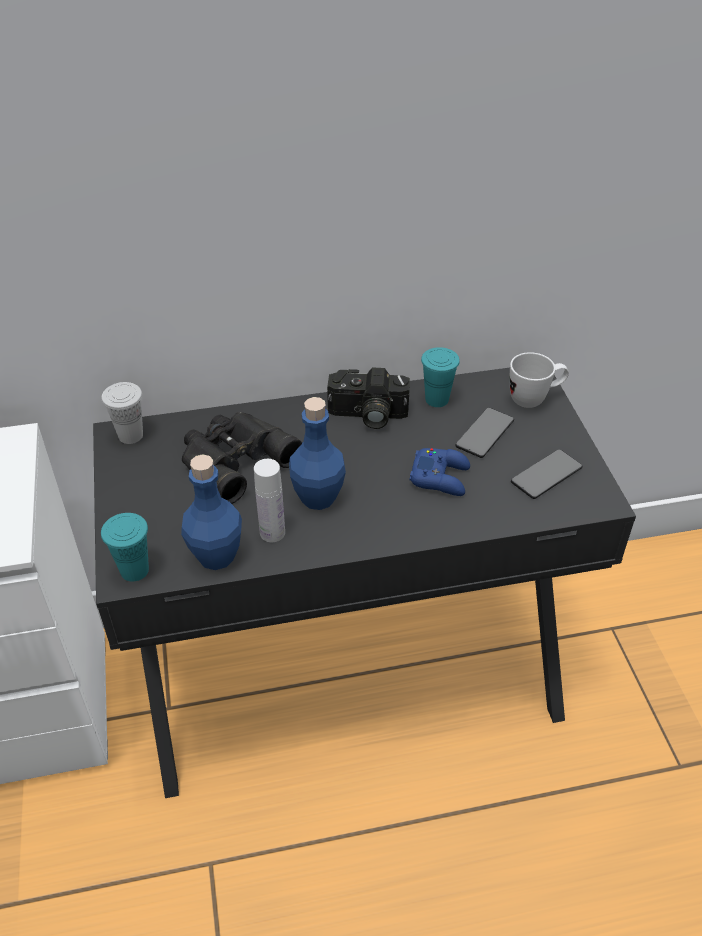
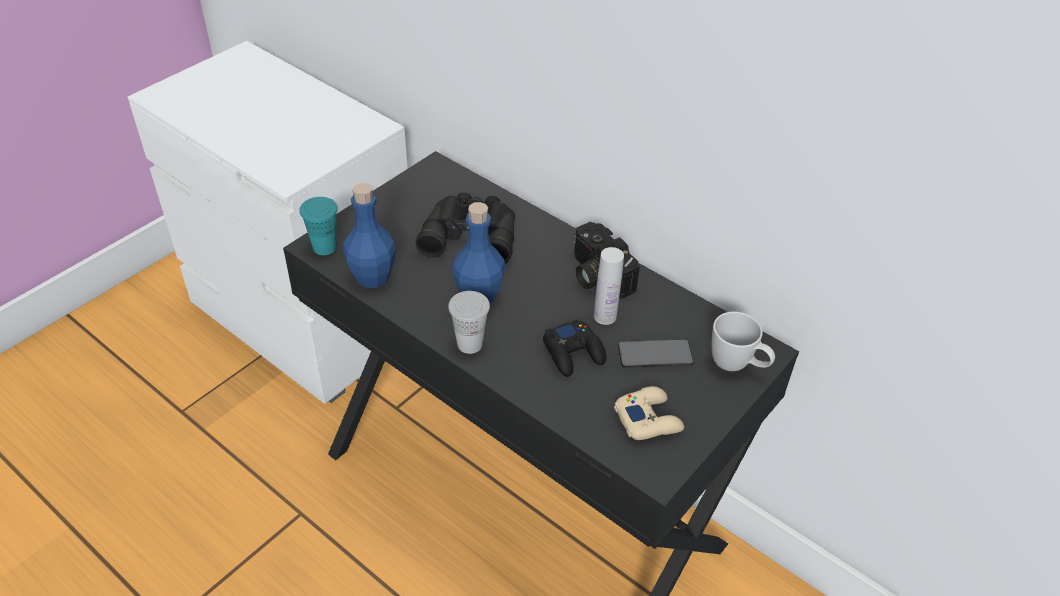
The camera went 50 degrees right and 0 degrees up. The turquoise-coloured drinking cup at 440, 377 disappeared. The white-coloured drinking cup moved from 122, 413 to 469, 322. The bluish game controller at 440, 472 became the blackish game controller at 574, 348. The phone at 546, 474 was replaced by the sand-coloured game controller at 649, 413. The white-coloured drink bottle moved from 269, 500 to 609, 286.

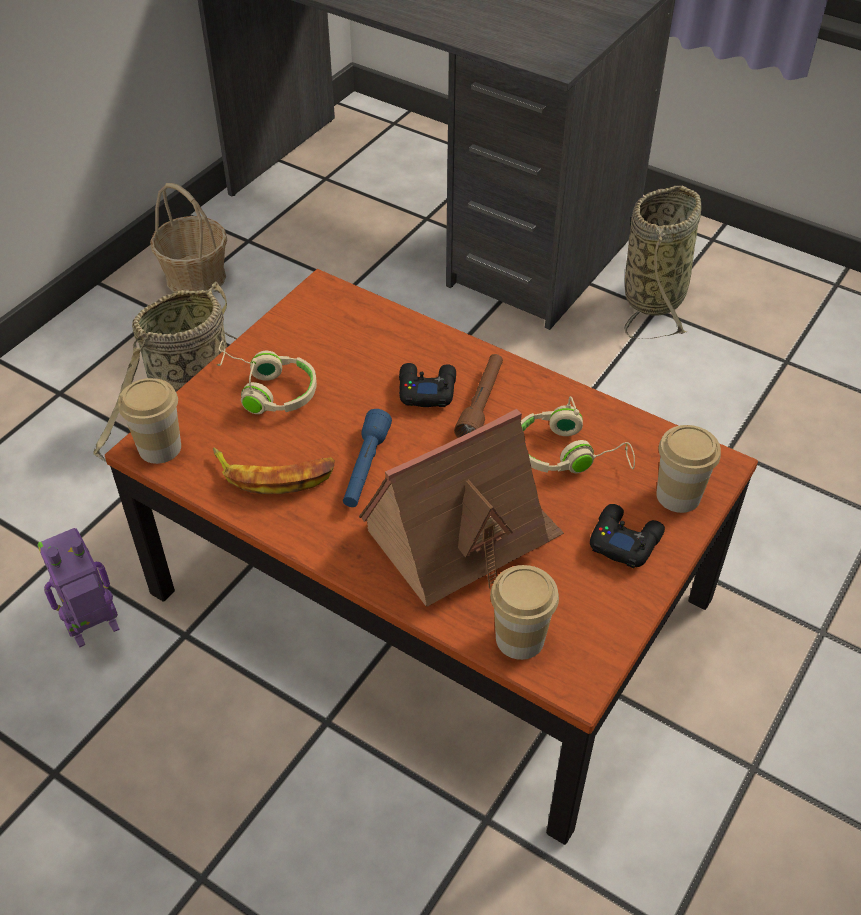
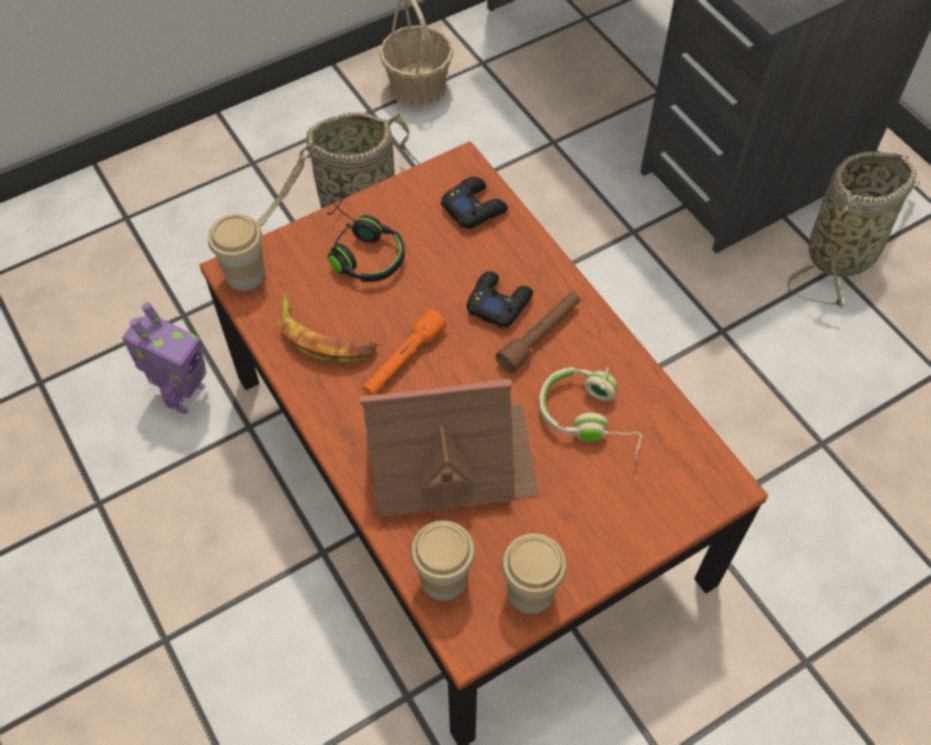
The camera went 25 degrees right and 10 degrees up. The sand-coloured pair of headphones at 266, 377 became the blackish pair of headphones at 365, 237. The bluish hand torch at 367, 458 became the orange hand torch at 404, 352. The drinking cup moved from 688, 469 to 534, 573. The blackish game controller moved from 627, 536 to 474, 203. The toy robot at 78, 587 turned 120 degrees clockwise.

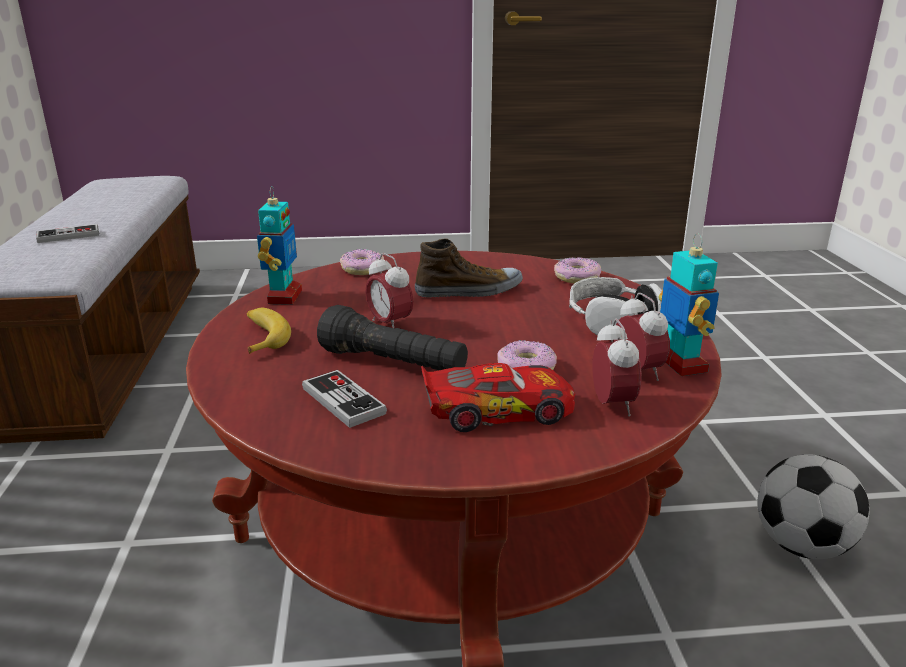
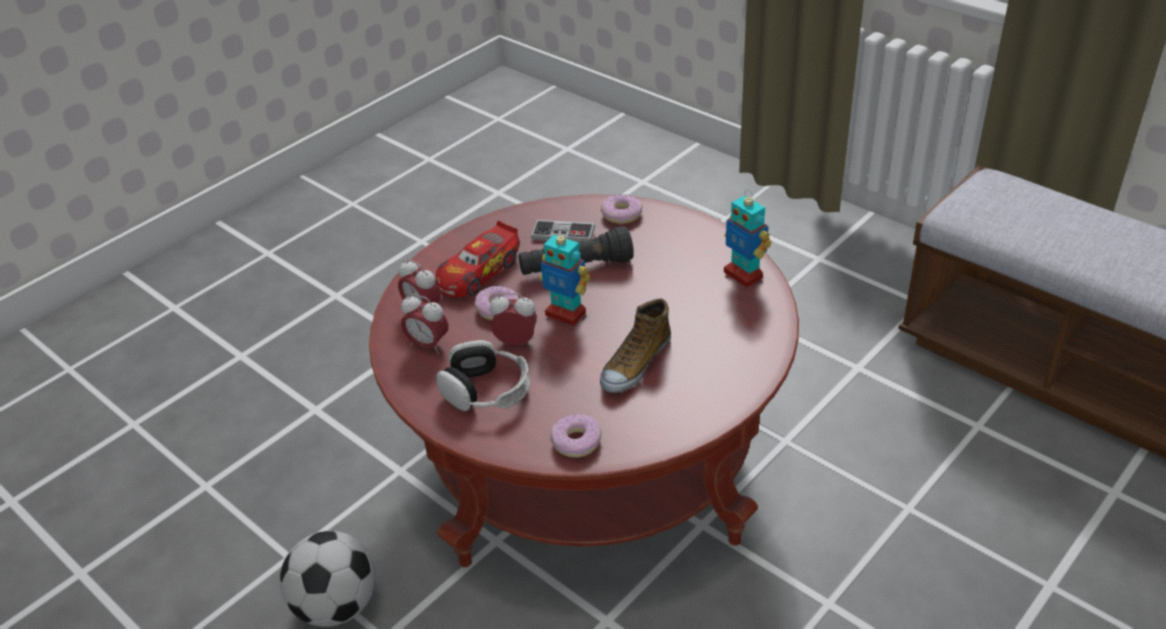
The camera went 140 degrees right and 15 degrees up. The game controller at 67, 233 disappeared. The toy robot moved from 689, 304 to 565, 277. The donut moved from 362, 262 to 622, 209. The bedside clock moved from 389, 290 to 513, 319. The whole banana at 269, 331 disappeared.

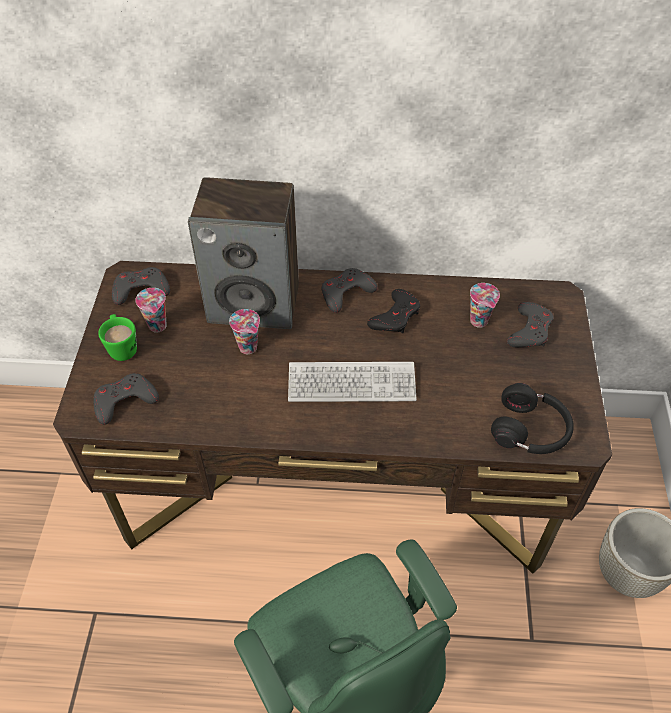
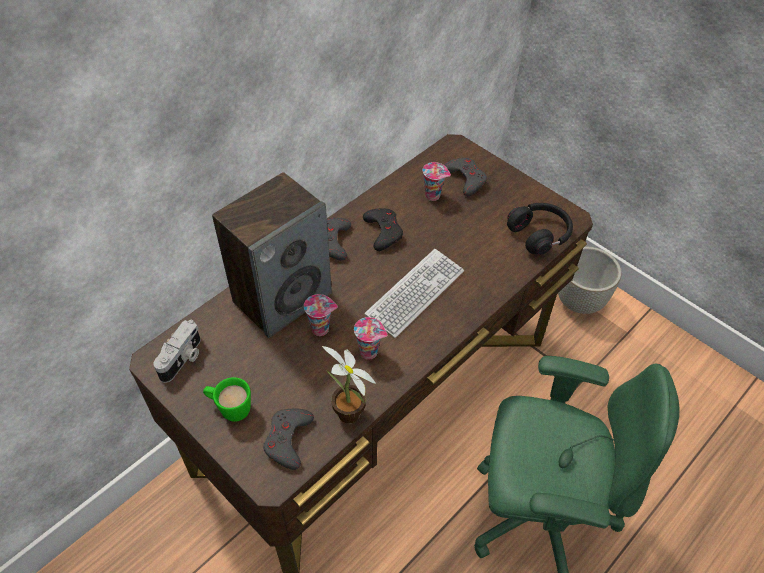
The camera went 50 degrees left and 0 degrees up. The greyish game controller at 141, 286 was replaced by the photo camera at 177, 351. The drinking cup moved from 151, 310 to 370, 338. The houseplant at 349, 384 appeared.

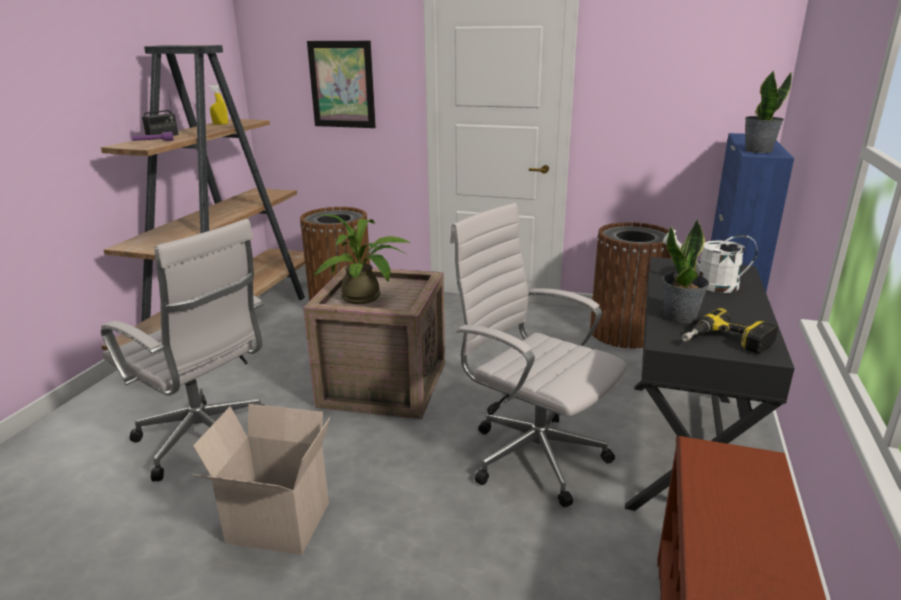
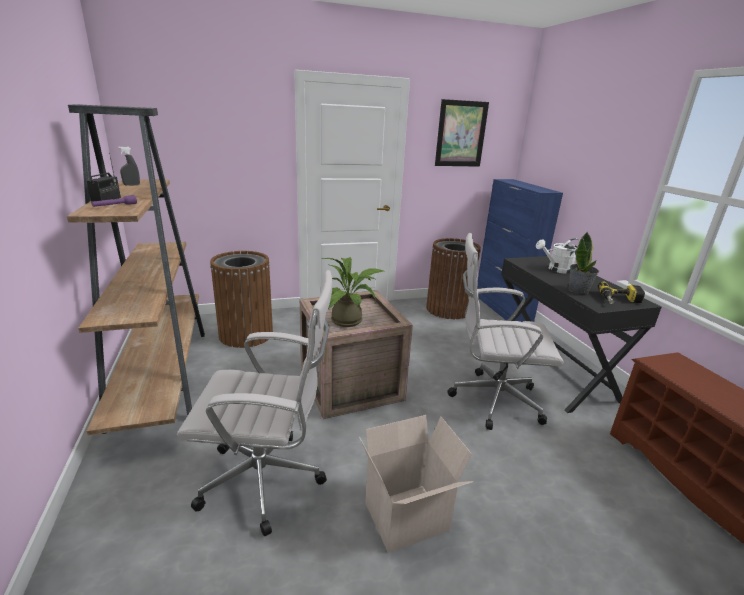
The camera went 35 degrees left and 0 degrees up. The picture moved from 341, 84 to 462, 133. The houseplant at 768, 111 disappeared. The yellow-coloured hand sprayer at 218, 105 became the greyish hand sprayer at 129, 166.

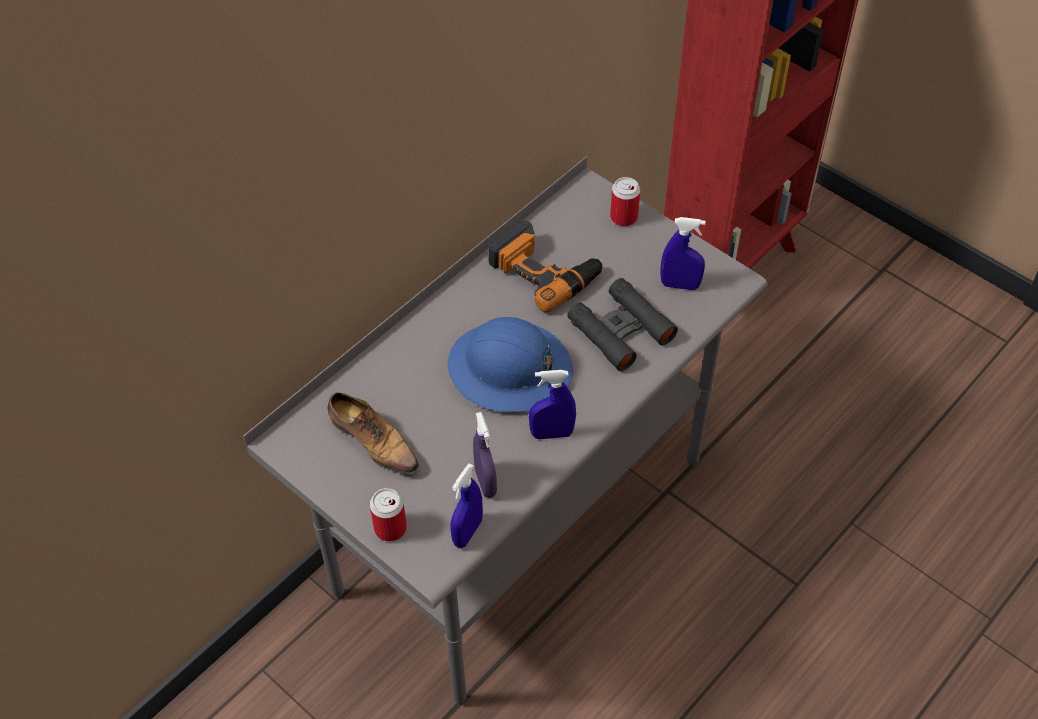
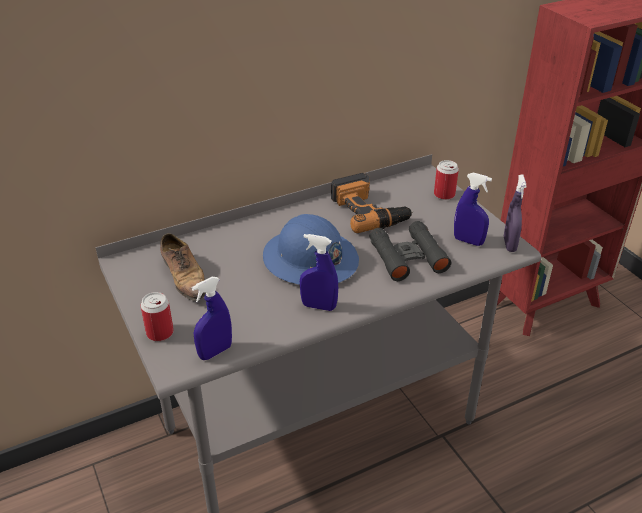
The camera went 20 degrees right and 15 degrees down. The purplish hand sprayer moved from 485, 455 to 515, 213.

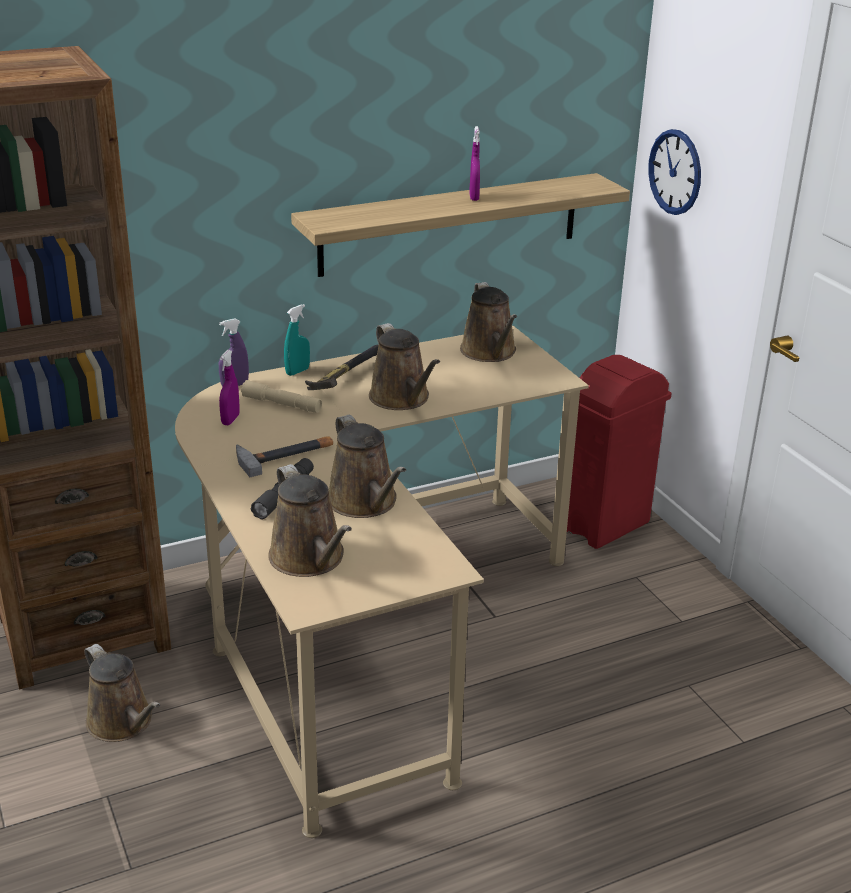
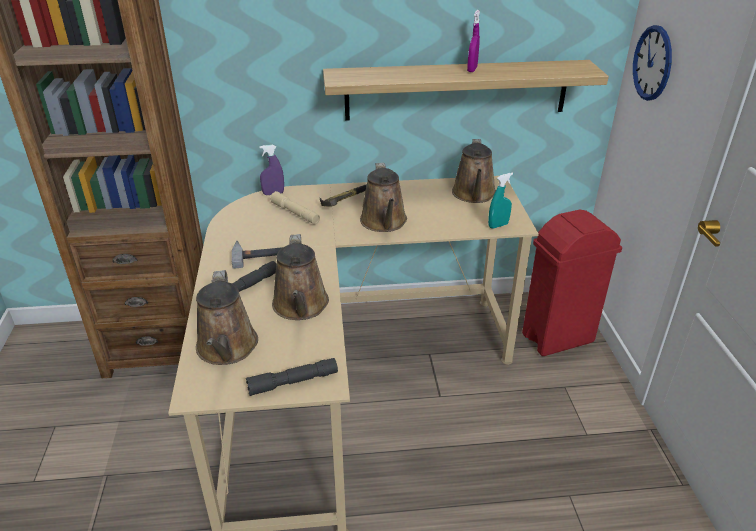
The camera went 20 degrees right and 5 degrees up. The turquoise-coloured hand sprayer moved from 297, 340 to 500, 200. The purplish hand sprayer at 229, 387 disappeared. The brownish watering pot at 122, 693 disappeared. The greyish hand torch at 292, 377 appeared.

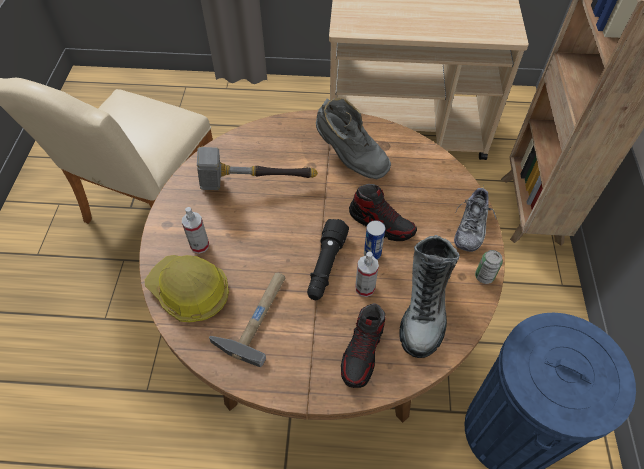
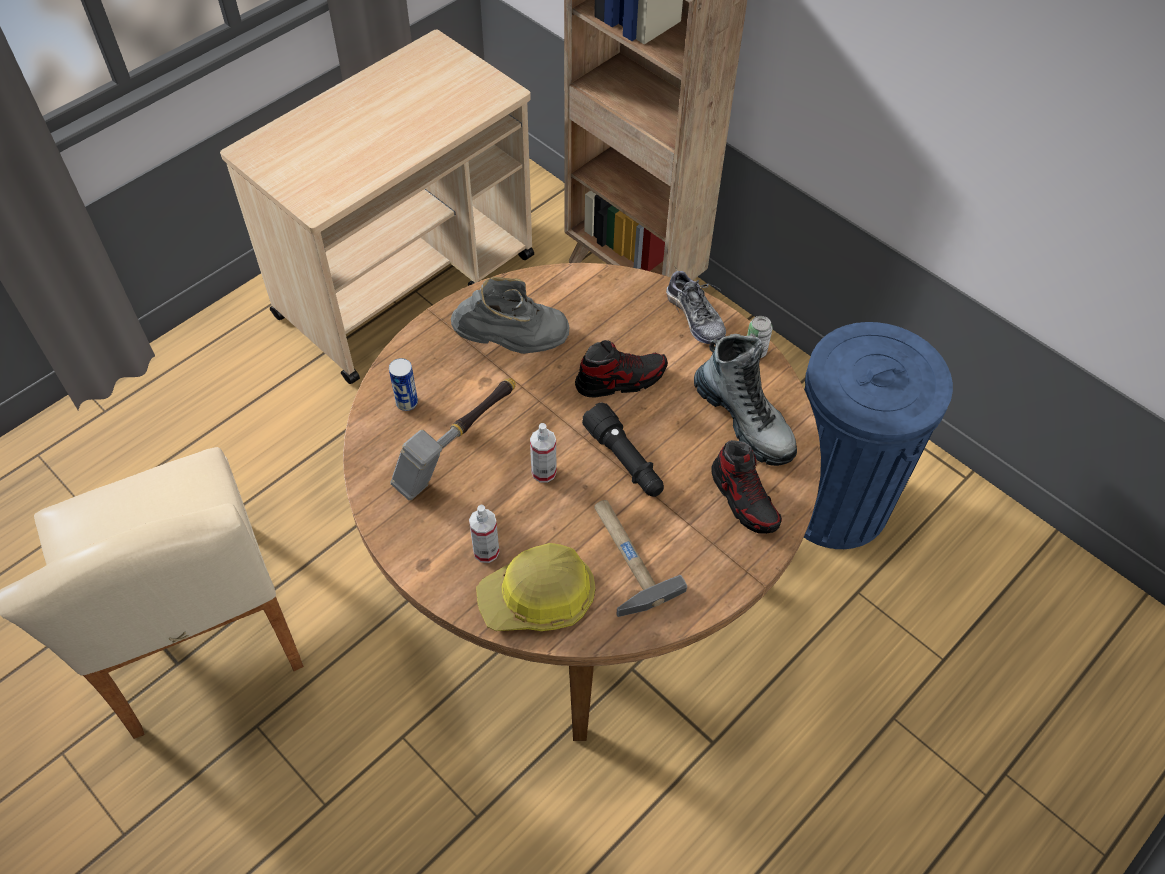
The camera went 50 degrees left and 0 degrees up. The sealed can moved from 374, 240 to 403, 384. The hand sprayer moved from 367, 274 to 543, 452.

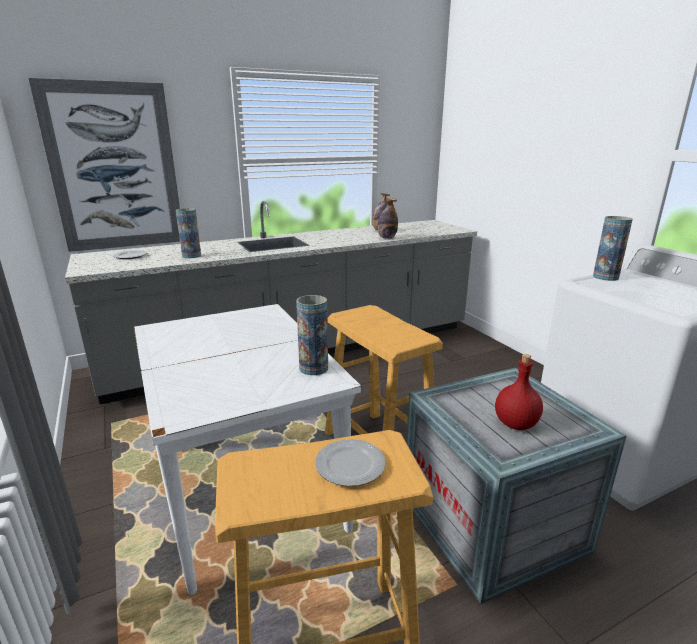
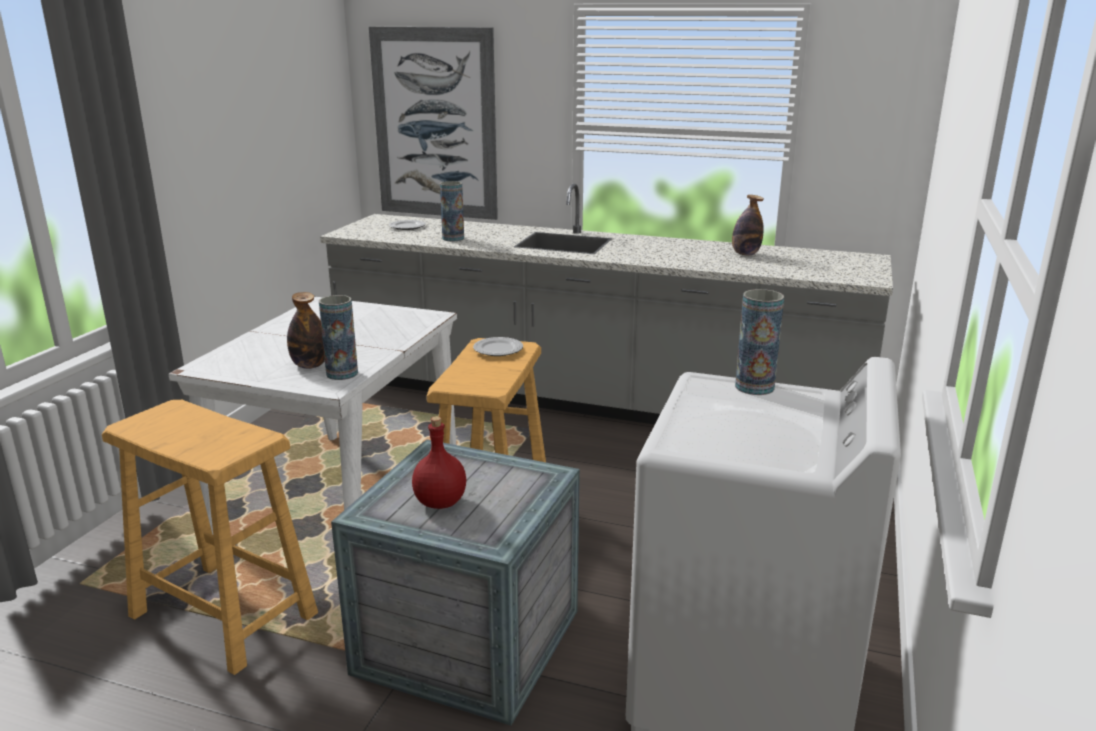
The camera went 45 degrees right and 0 degrees up. The drink bottle moved from 388, 218 to 306, 330. The dinner plate moved from 350, 462 to 498, 346.

